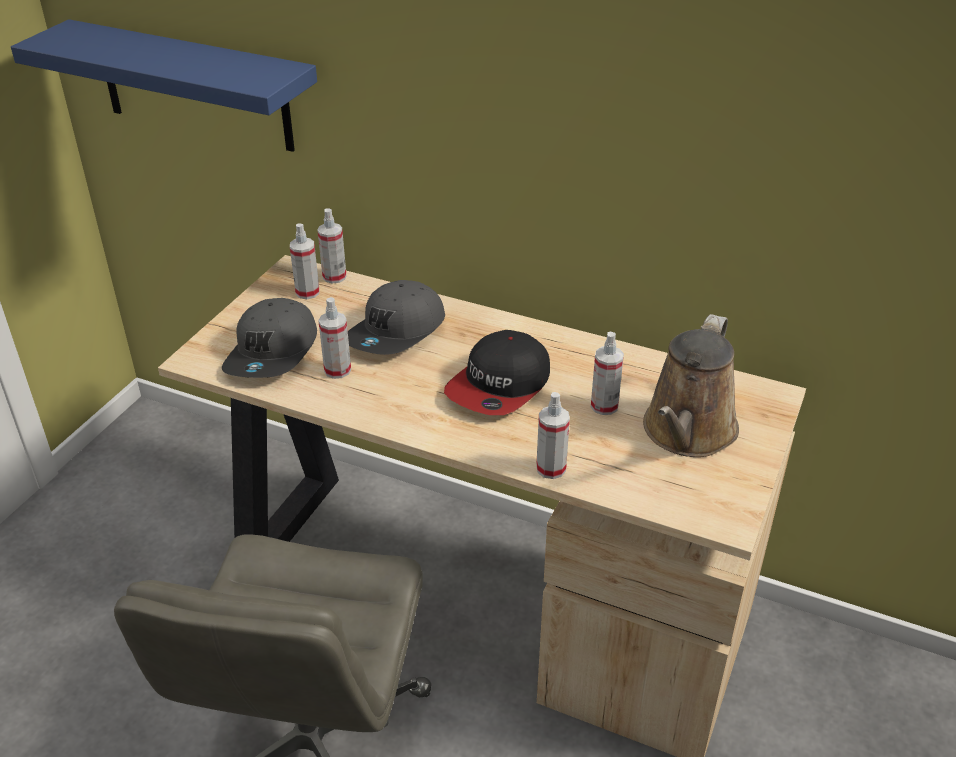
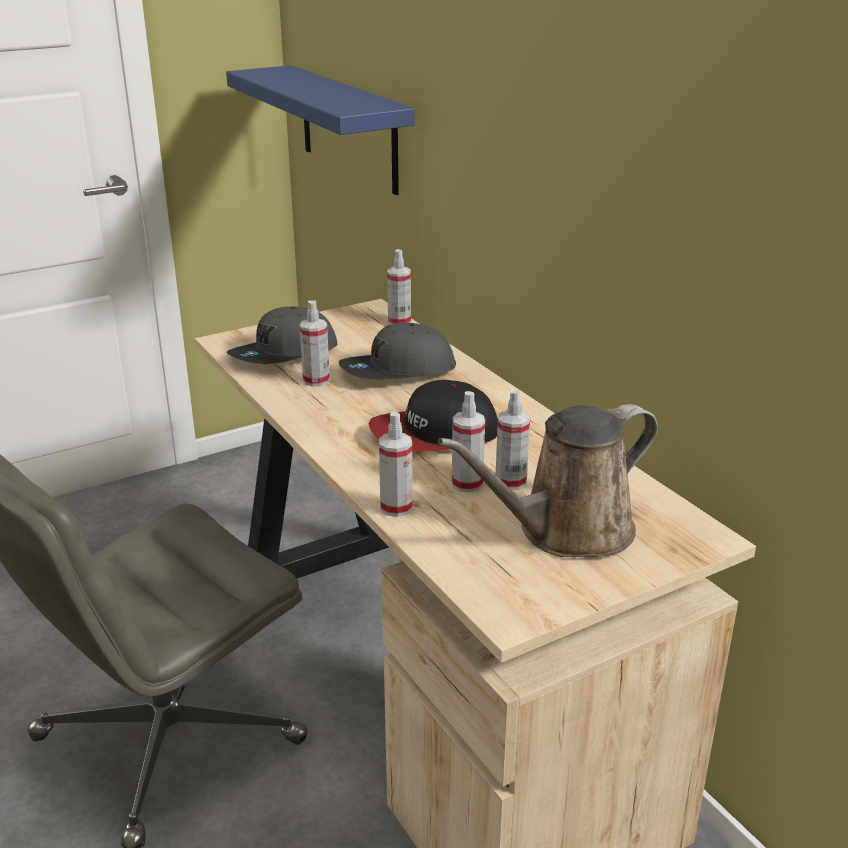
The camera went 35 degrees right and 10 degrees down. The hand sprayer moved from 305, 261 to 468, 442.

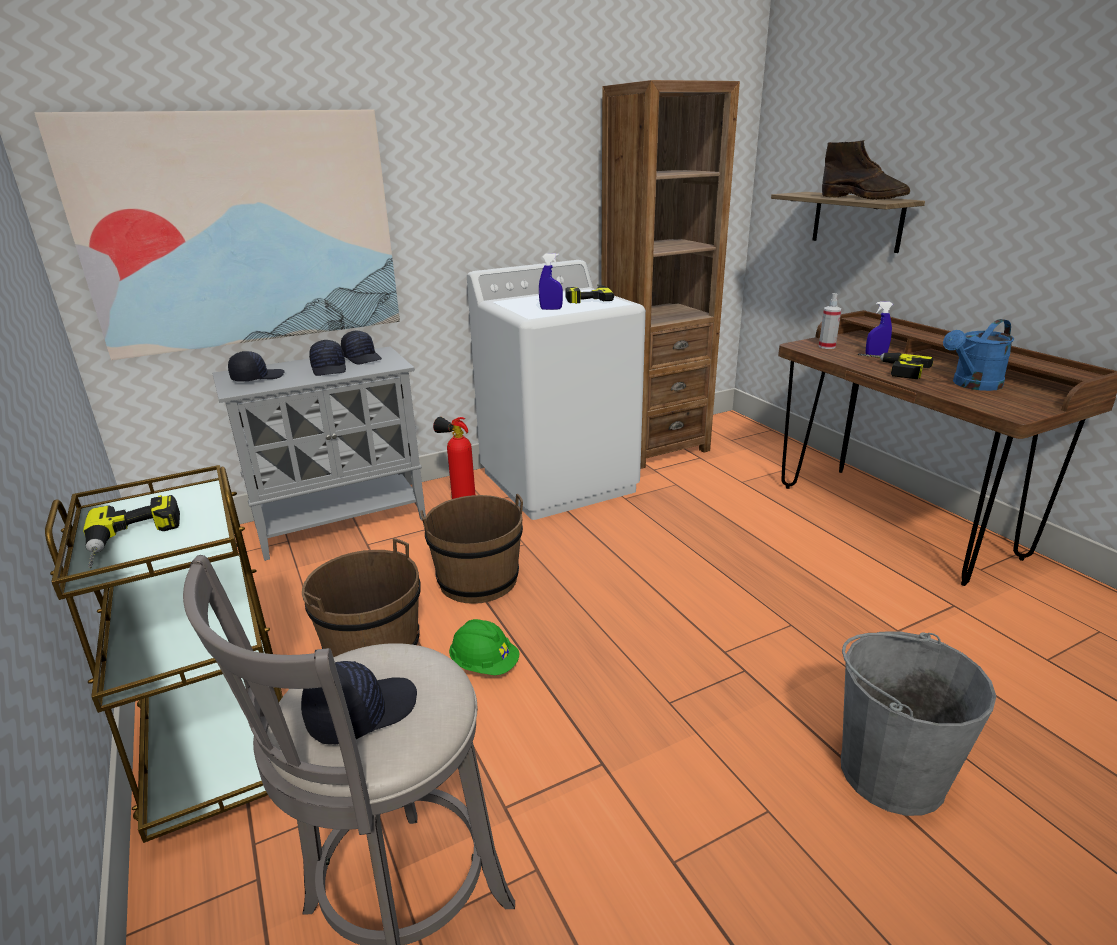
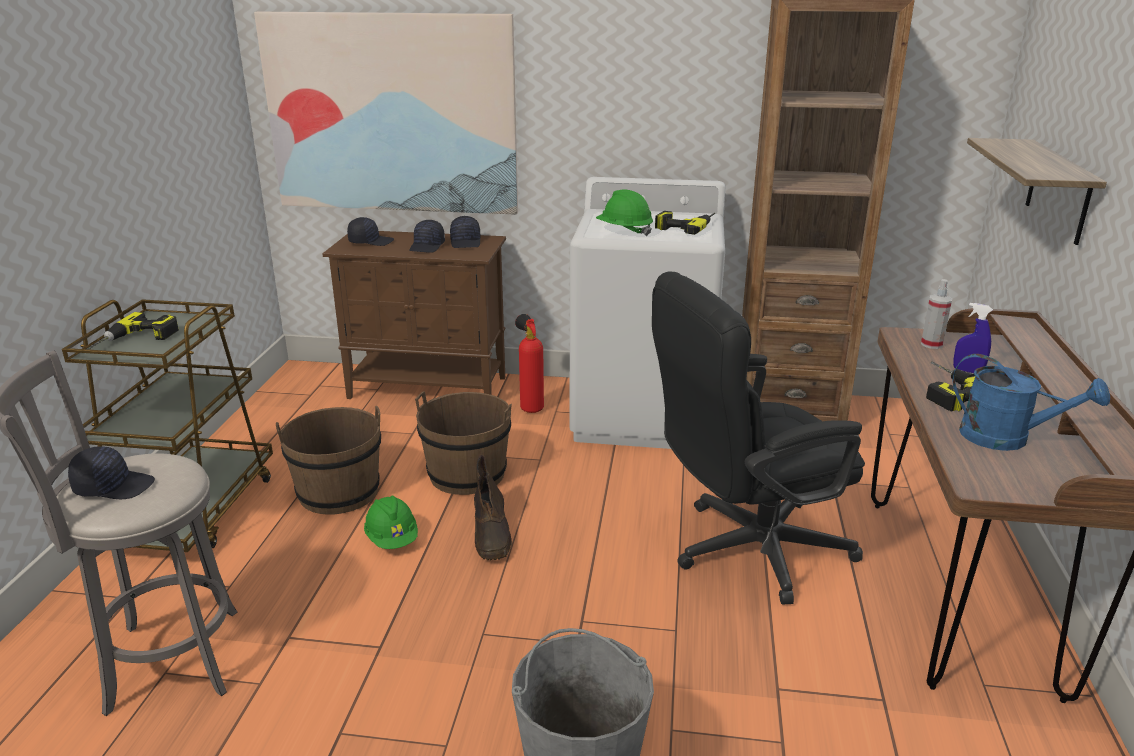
The camera went 35 degrees right and 0 degrees up. The brownish high-top boot moved from 866, 170 to 493, 507. The bluish hand sprayer at 551, 281 was replaced by the green work helmet at 624, 213. The bluish watering pot at 978, 355 turned 150 degrees counterclockwise. The greyish cupboard at 319, 453 became the brownish cupboard at 414, 315. The blackish office chair at 758, 438 appeared.

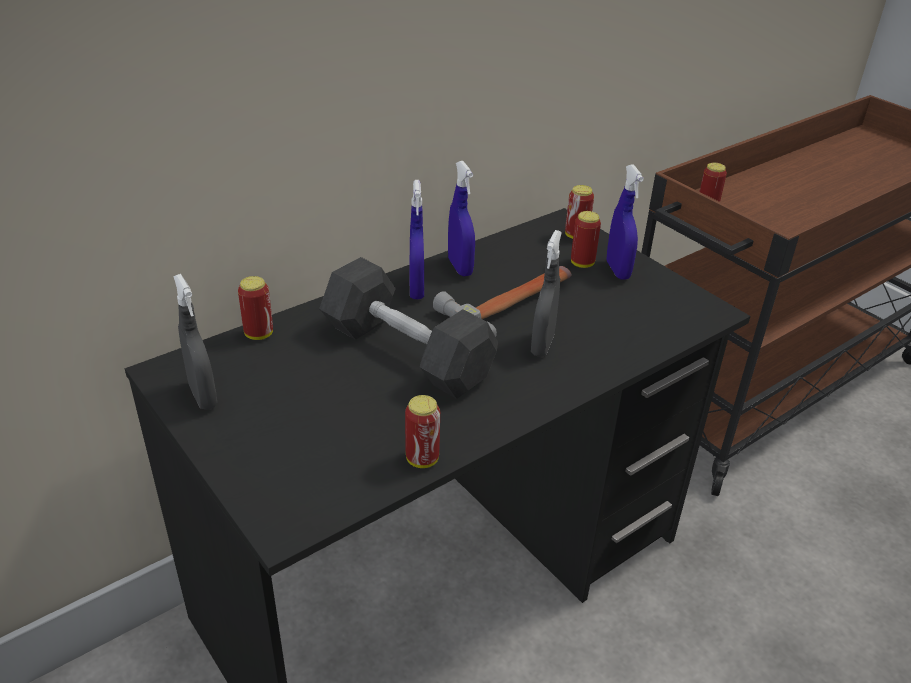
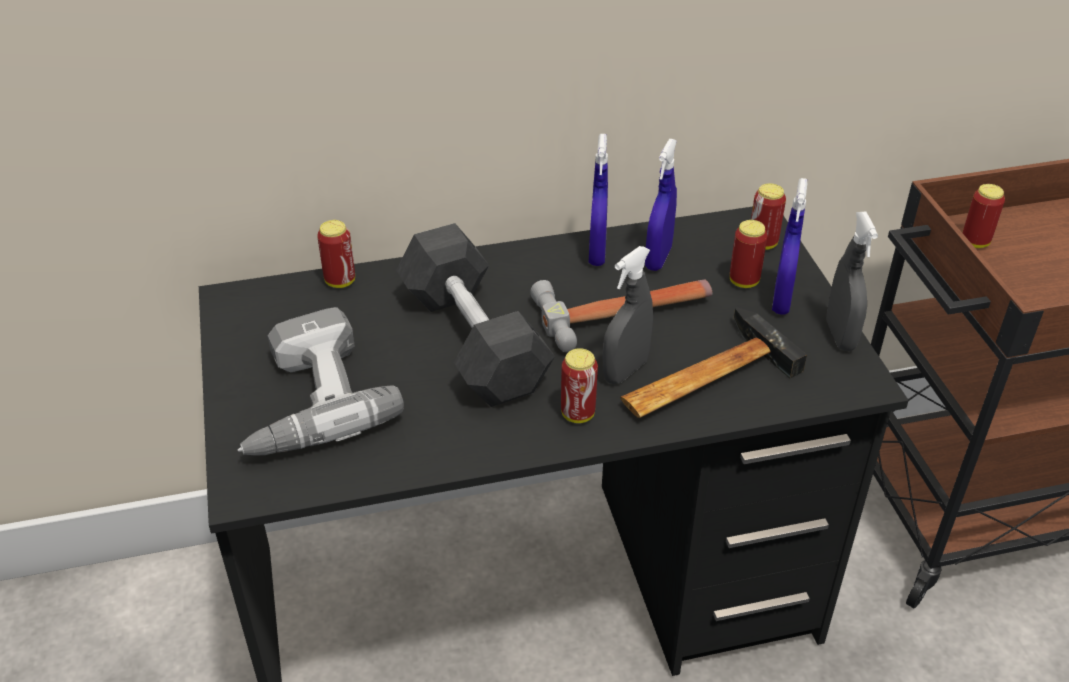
The camera went 25 degrees right and 5 degrees up. The bluish hand sprayer moved from 416, 239 to 661, 205. The greyish hand sprayer moved from 195, 342 to 852, 281. The sealed can moved from 422, 431 to 579, 385. The drill at 320, 381 appeared. The tool hammer at 713, 363 appeared.

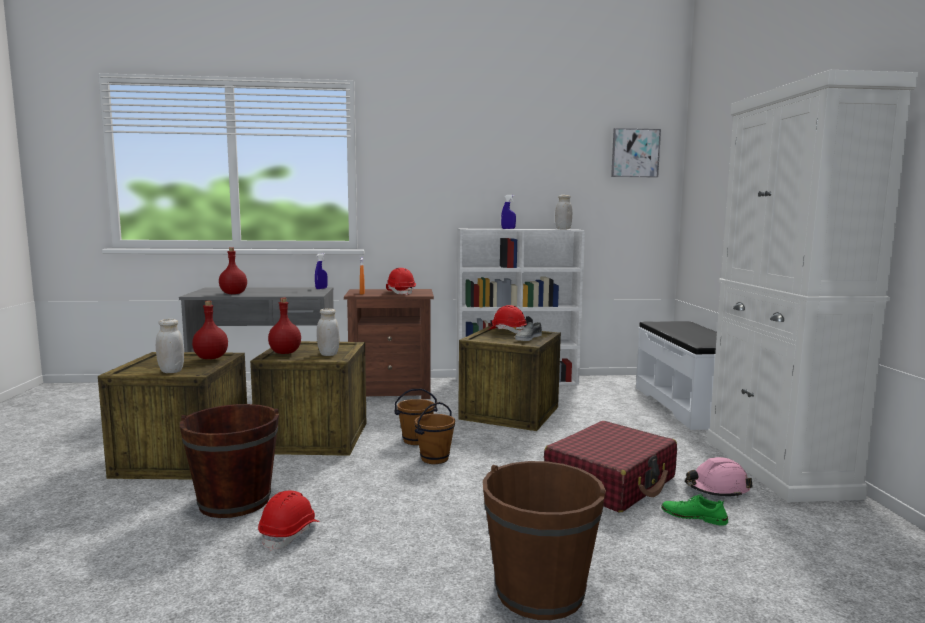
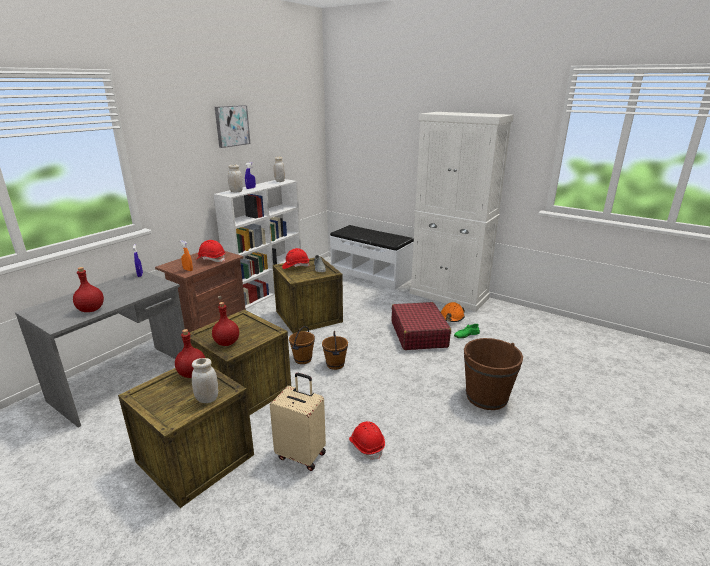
The camera went 50 degrees left and 15 degrees up. The picture moved from 636, 153 to 232, 126. The white-coloured preserve jar moved from 328, 332 to 235, 178. The brownish bucket at 229, 461 was replaced by the sand-coloured travel case at 298, 422. The pinkish work helmet at 719, 477 became the orange work helmet at 453, 312.

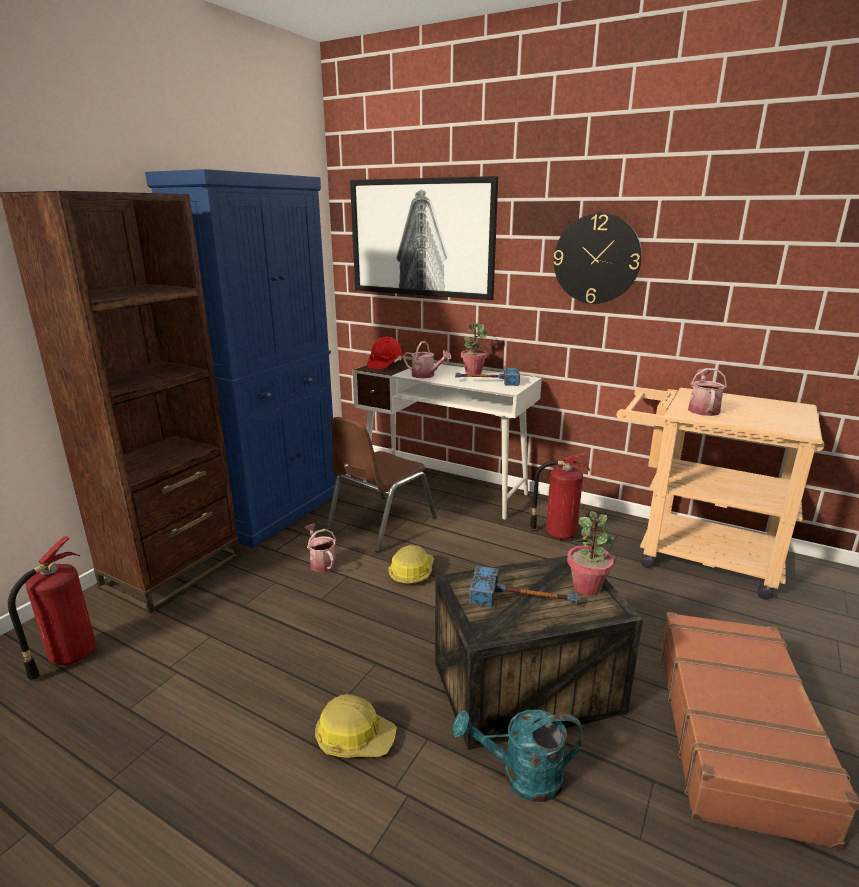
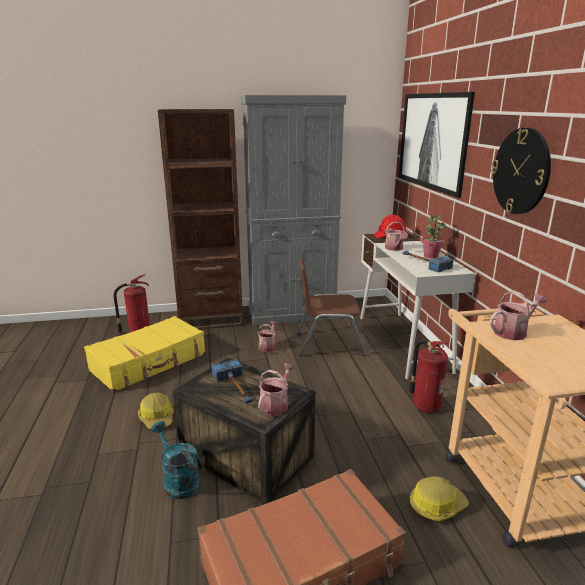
The camera went 50 degrees right and 0 degrees up. The bluish cupboard at 242, 358 became the greyish cupboard at 293, 210. The houseplant at 590, 553 was replaced by the watering pot at 276, 389. The work helmet moved from 411, 565 to 439, 498. The yellow-coloured travel case at 145, 354 appeared.

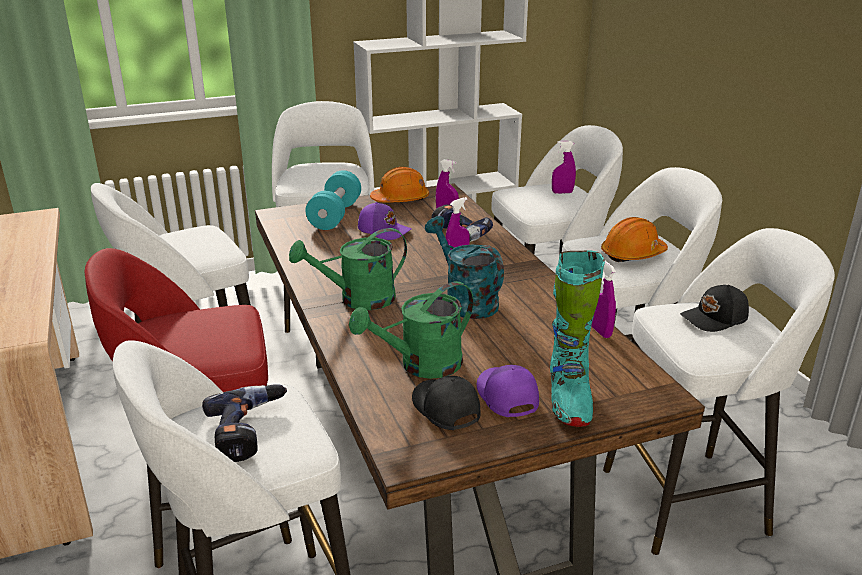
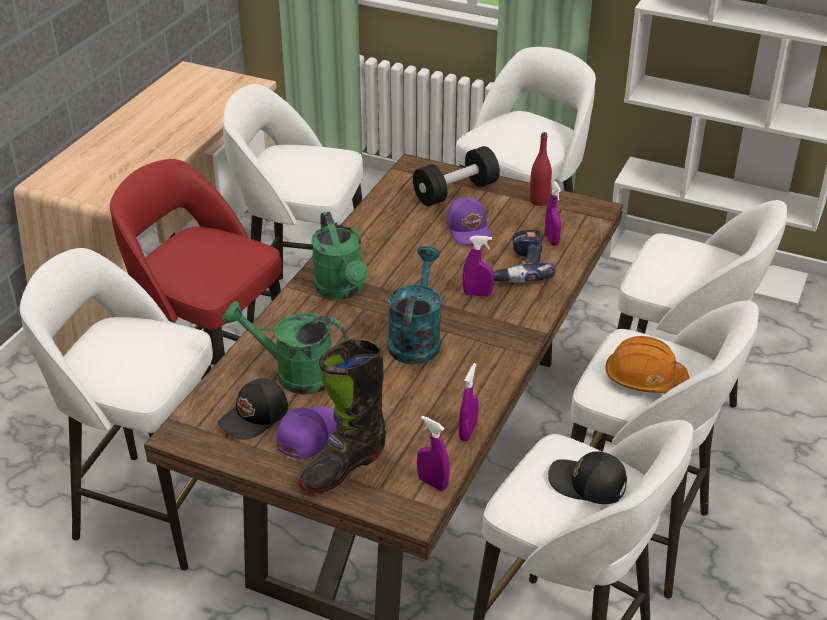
The camera went 45 degrees right and 10 degrees up. The purplish hand sprayer moved from 564, 167 to 433, 453. The orange work helmet at 399, 185 was replaced by the red-coloured drink bottle at 541, 169. The turquoise-coloured free weight at 333, 200 became the blackish free weight at 456, 176. The green watering pot at 348, 269 turned 135 degrees counterclockwise. The turquoise-coloured high-top boot at 577, 338 became the blackish high-top boot at 341, 415. The blackish cap at 446, 403 turned 150 degrees counterclockwise. The drill at 244, 423 disappeared.

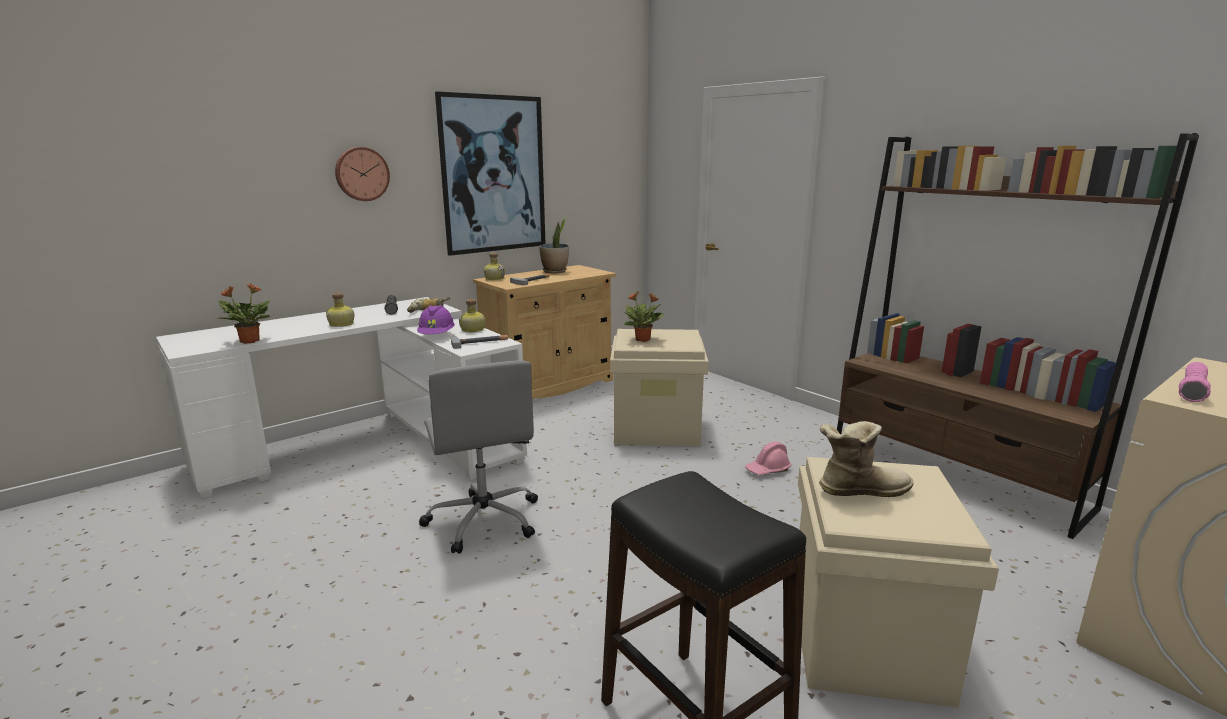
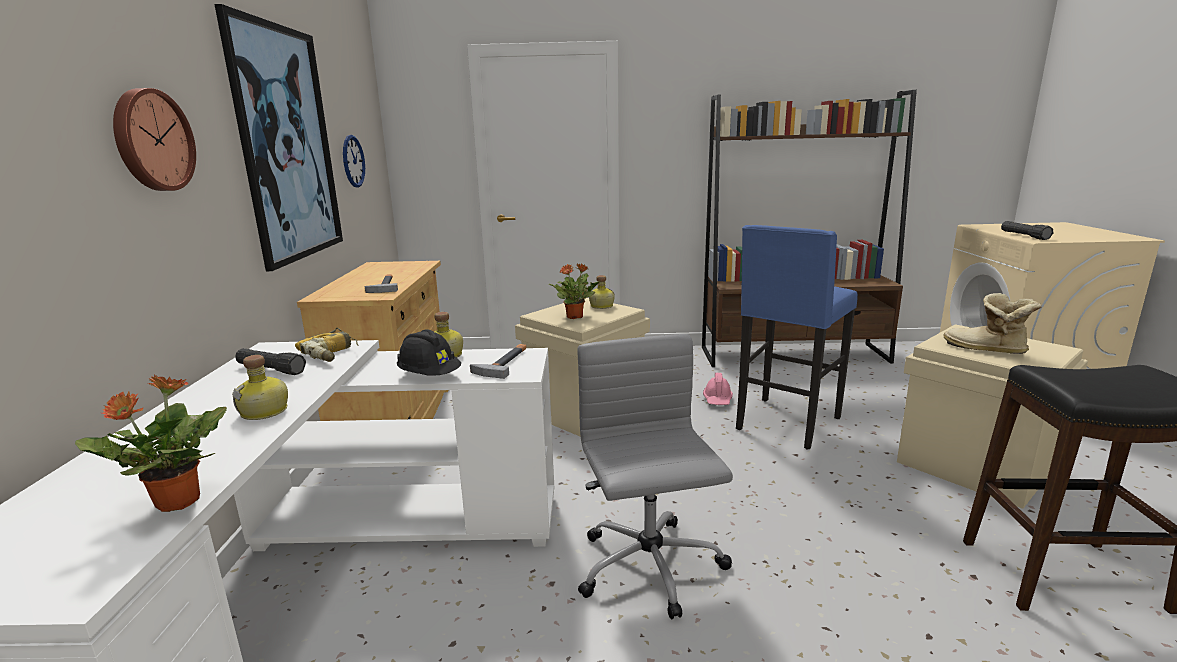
The camera went 50 degrees left and 0 degrees up. The houseplant at 554, 244 disappeared. The drink bottle moved from 494, 266 to 602, 292. The purplish work helmet at 436, 319 became the blackish work helmet at 429, 352. The greyish office chair at 478, 457 turned 120 degrees counterclockwise. The pinkish hand torch at 1194, 382 became the blackish hand torch at 1027, 230. The high-top boot at 866, 459 turned 75 degrees counterclockwise. The wall clock at 354, 161 appeared. The bluish stool at 797, 337 appeared.

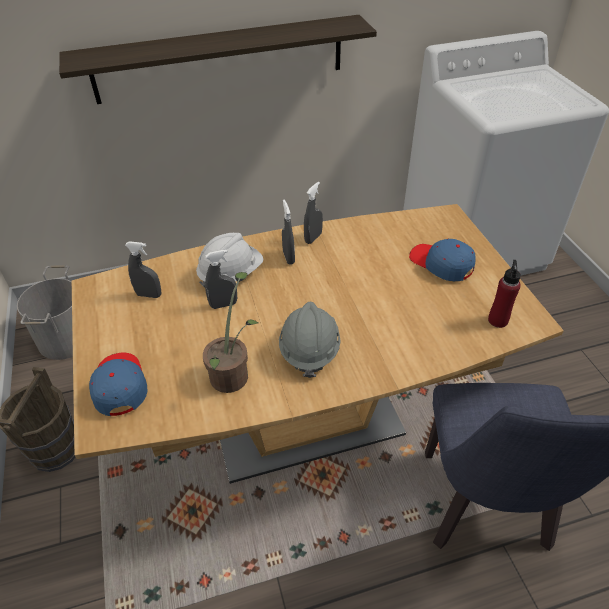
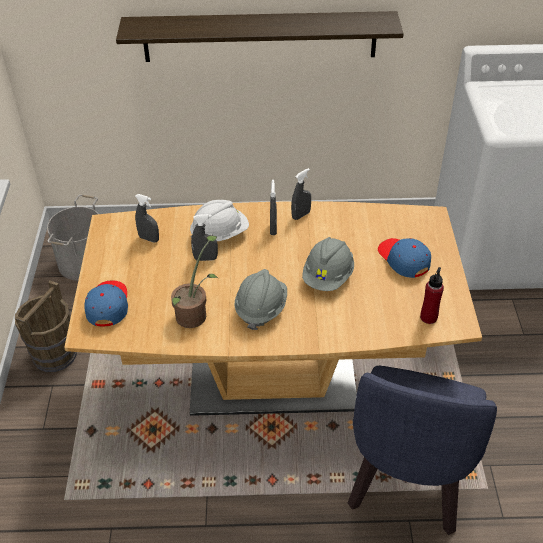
The camera went 15 degrees right and 0 degrees up. The greyish work helmet at 328, 264 appeared.

